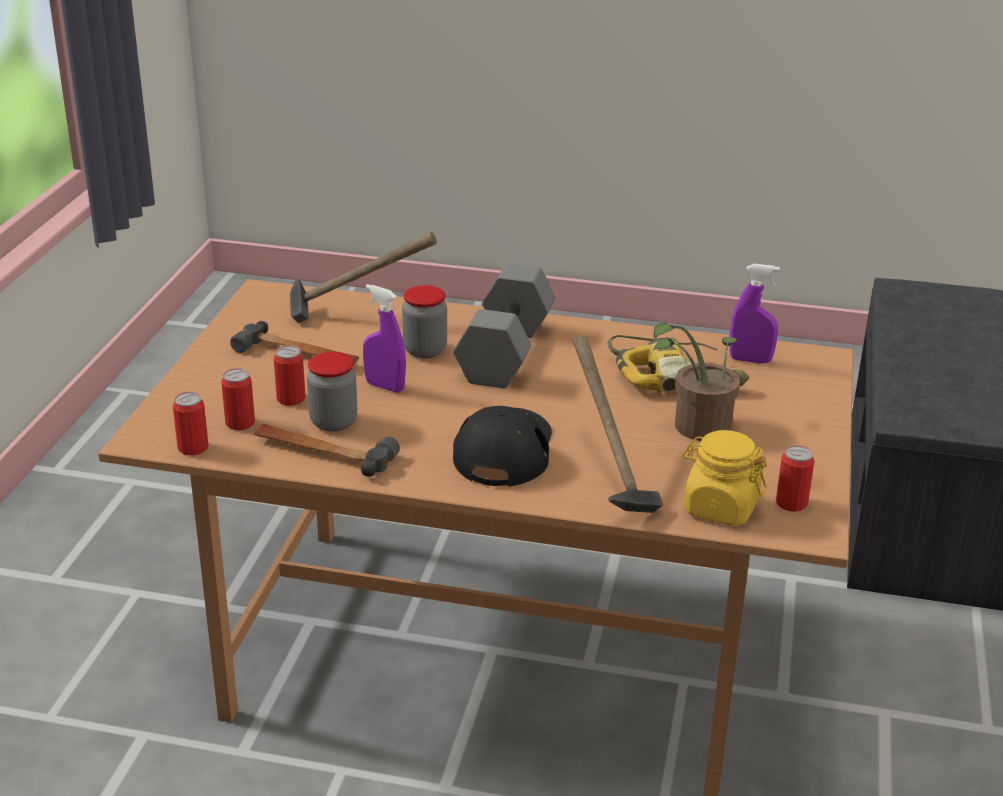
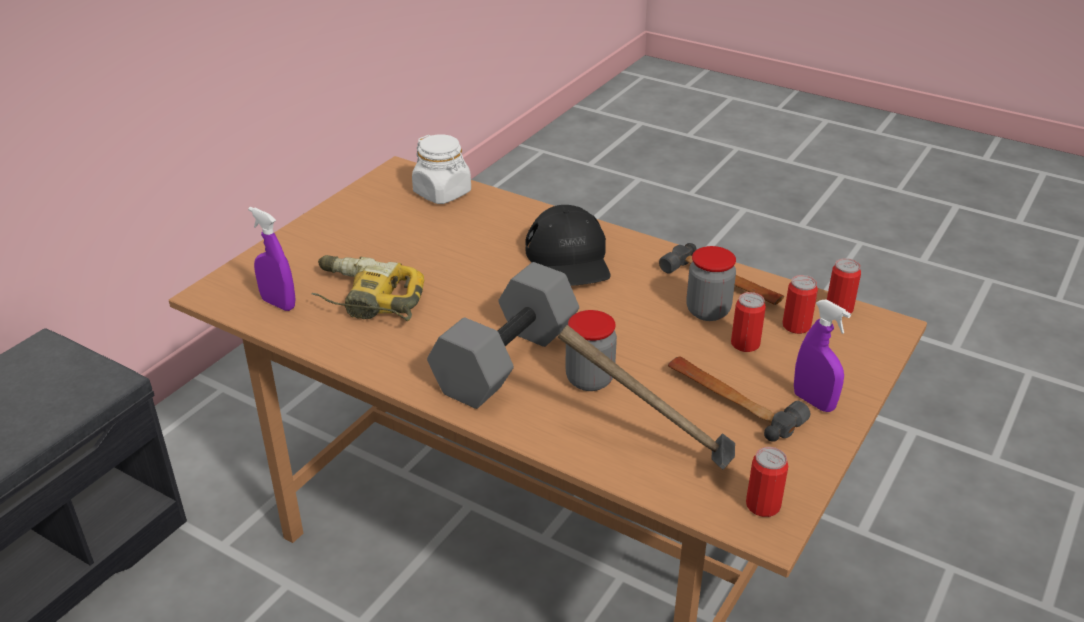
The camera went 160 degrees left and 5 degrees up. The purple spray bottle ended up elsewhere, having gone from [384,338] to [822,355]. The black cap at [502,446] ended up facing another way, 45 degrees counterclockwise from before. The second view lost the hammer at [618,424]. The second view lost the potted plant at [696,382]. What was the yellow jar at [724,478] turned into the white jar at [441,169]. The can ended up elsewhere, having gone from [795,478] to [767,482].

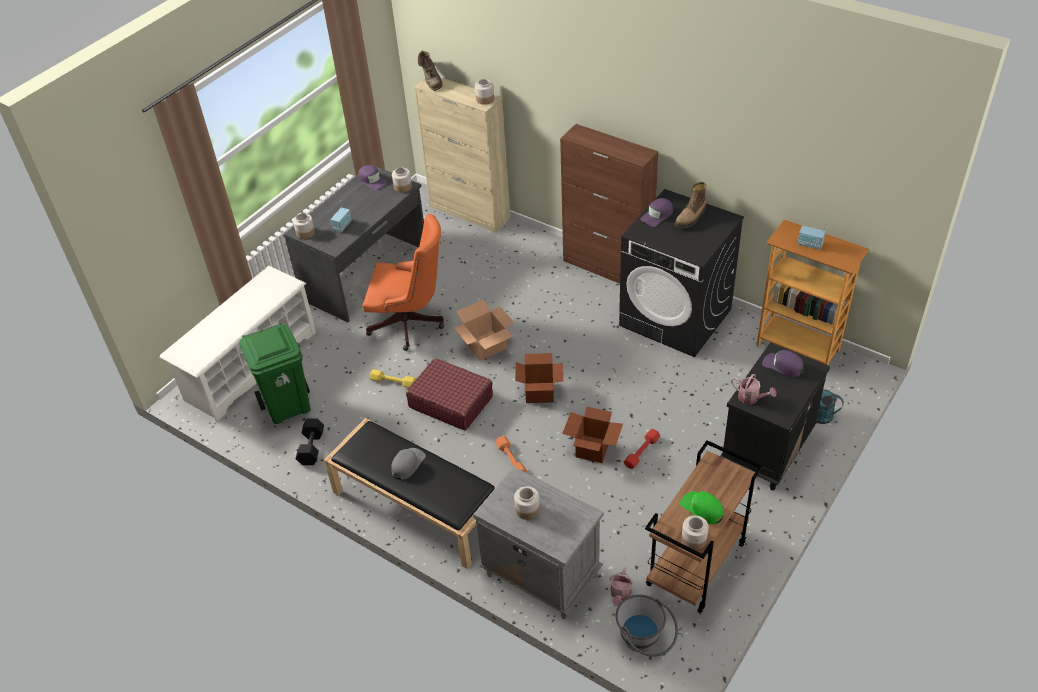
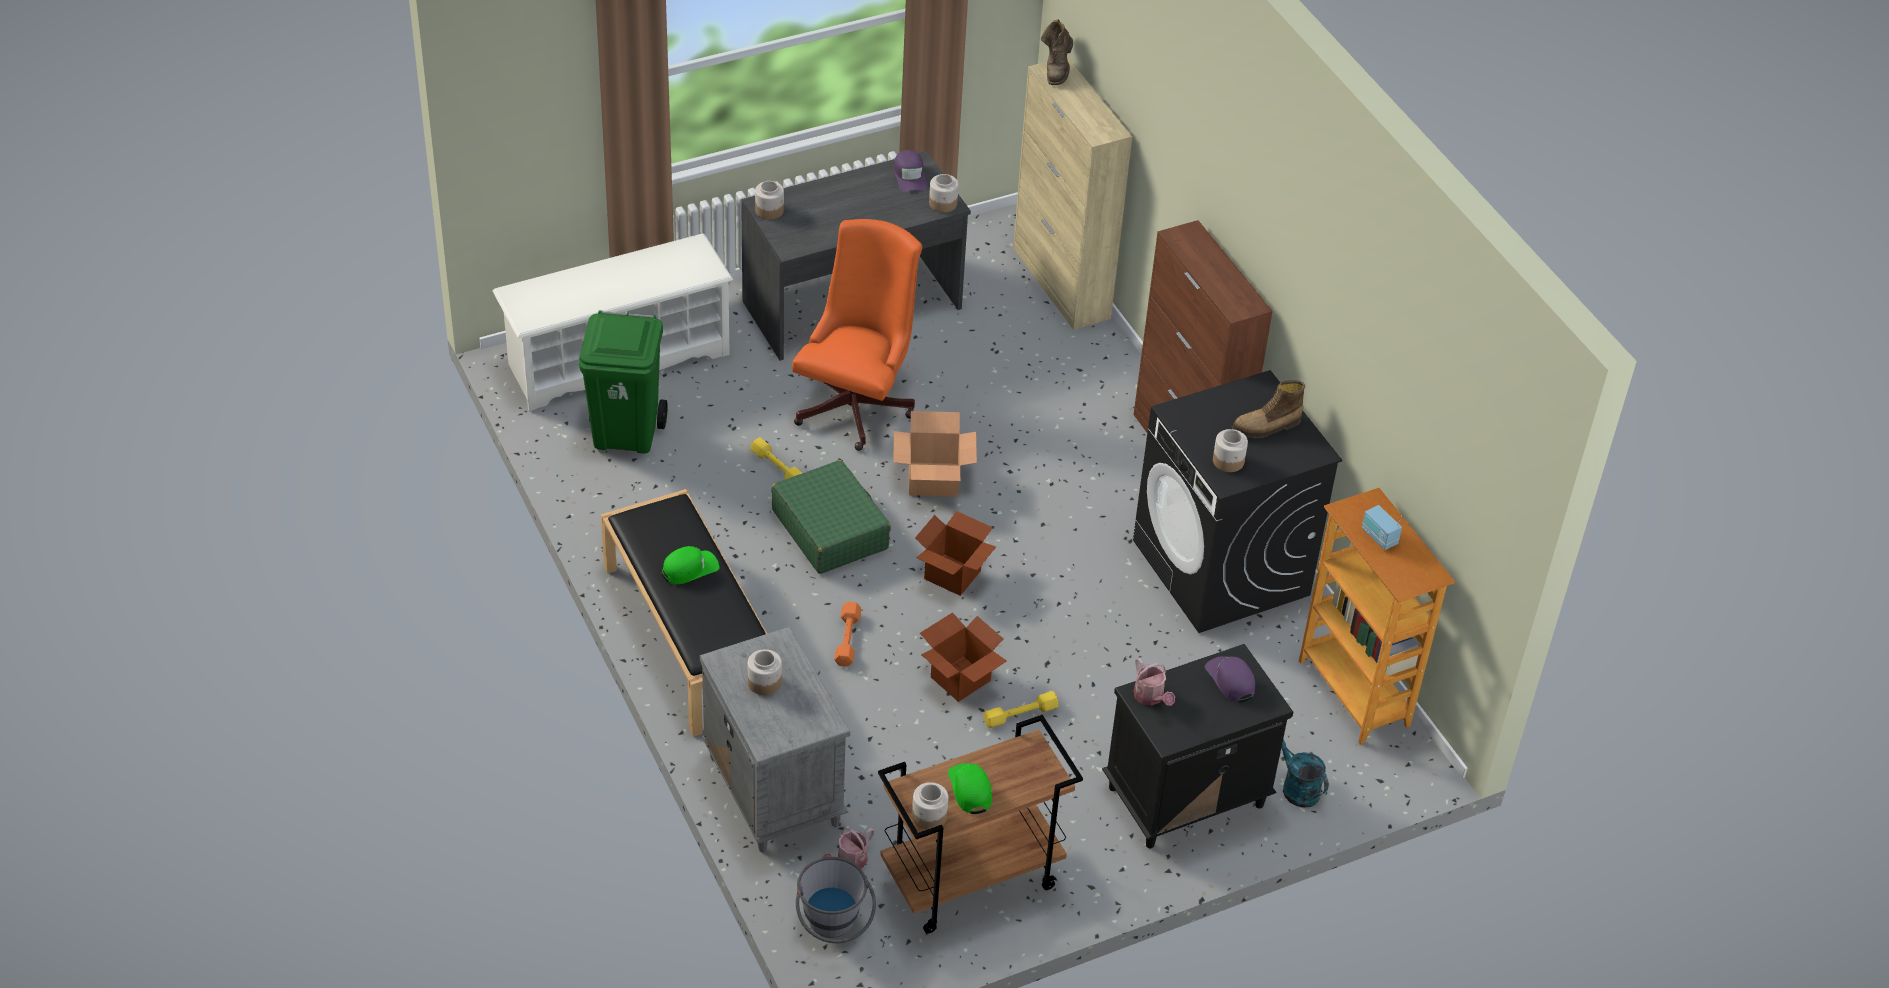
The camera went 25 degrees right and 0 degrees up. The second view lost the black dumbbell at [309,442]. The second view lost the radio at [341,216]. The orange office chair at [403,282] ended up facing another way, 105 degrees counterclockwise from before. What was the grey cap at [408,464] turned into the green cap at [691,565]. What was the red suitcase at [449,394] turned into the green suitcase at [831,517]. The jar ended up elsewhere, having gone from [484,92] to [1230,450]. What was the red dumbbell at [642,449] turned into the yellow dumbbell at [1021,709]. The second view lost the purple cap at [656,212].

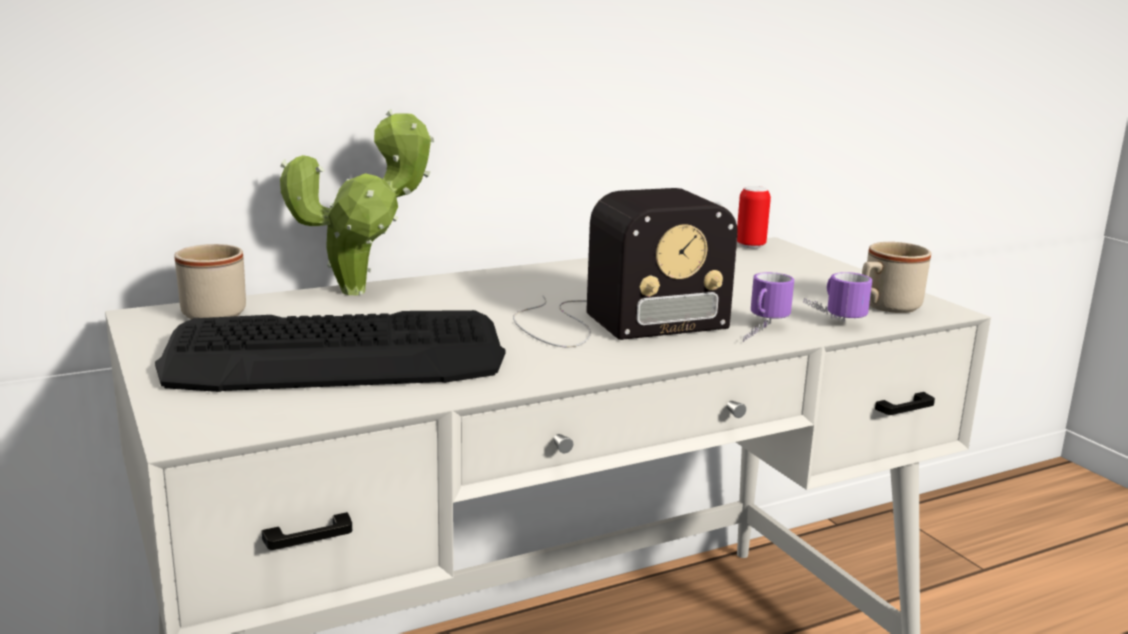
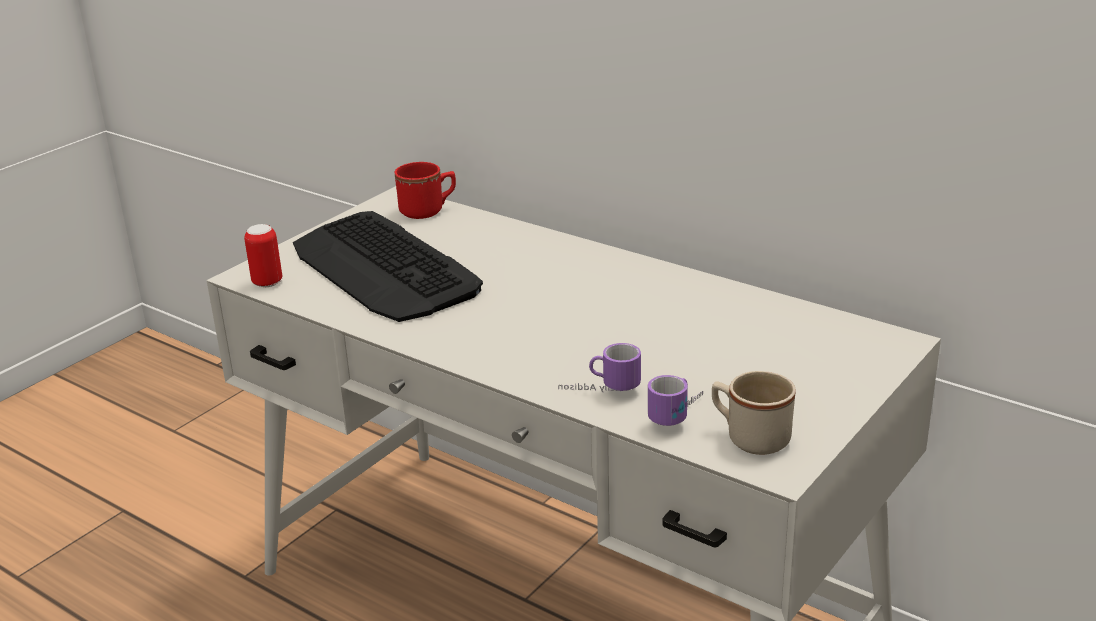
The camera went 65 degrees right and 10 degrees up. What was the beige mug at [210,281] turned into the red mug at [425,190]. The second view lost the potted plant at [357,202]. The second view lost the radio at [625,267]. The can ended up elsewhere, having gone from [754,217] to [263,255].

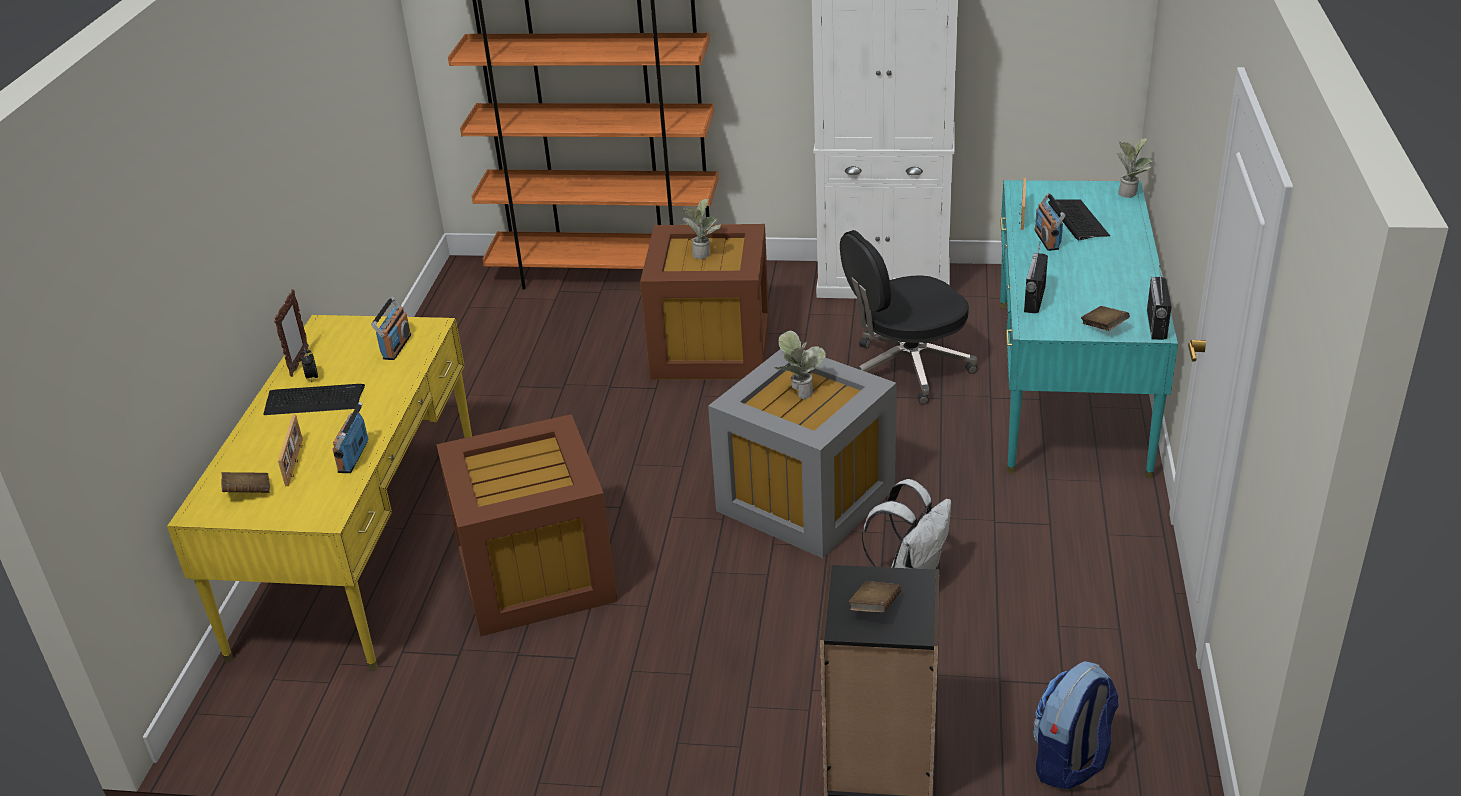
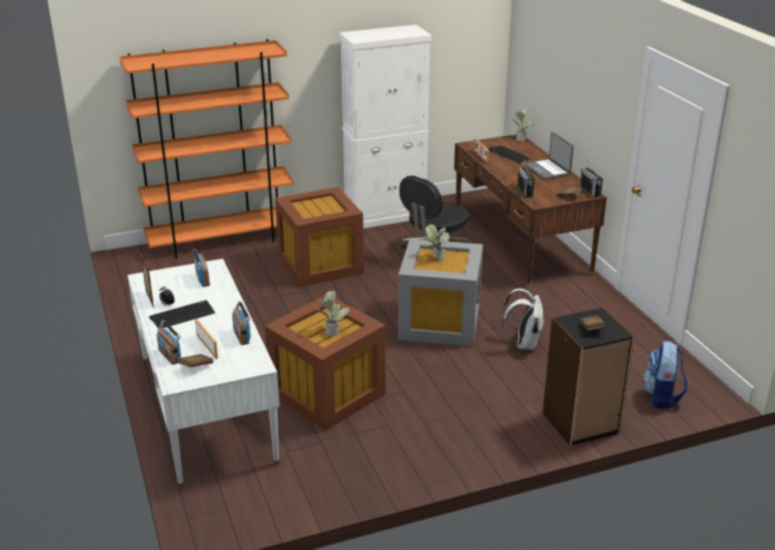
The camera went 30 degrees left and 5 degrees down. What was the yellow desk at [319,493] turned into the white desk at [204,374]. The potted plant ended up elsewhere, having gone from [701,229] to [332,313]. What was the turquoise desk at [1089,329] turned into the brown desk at [530,211]. The radio ended up elsewhere, having gone from [1050,222] to [169,342]. The second view gained the laptop at [549,156].

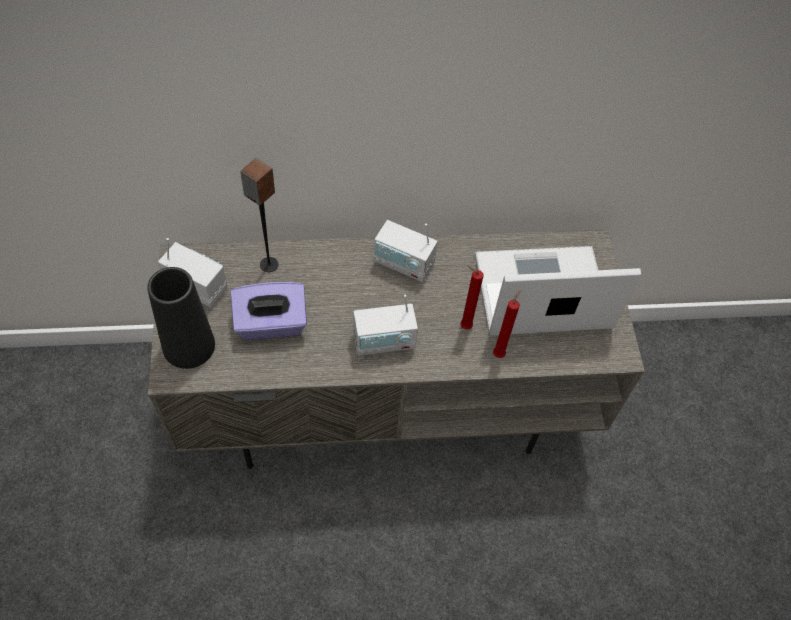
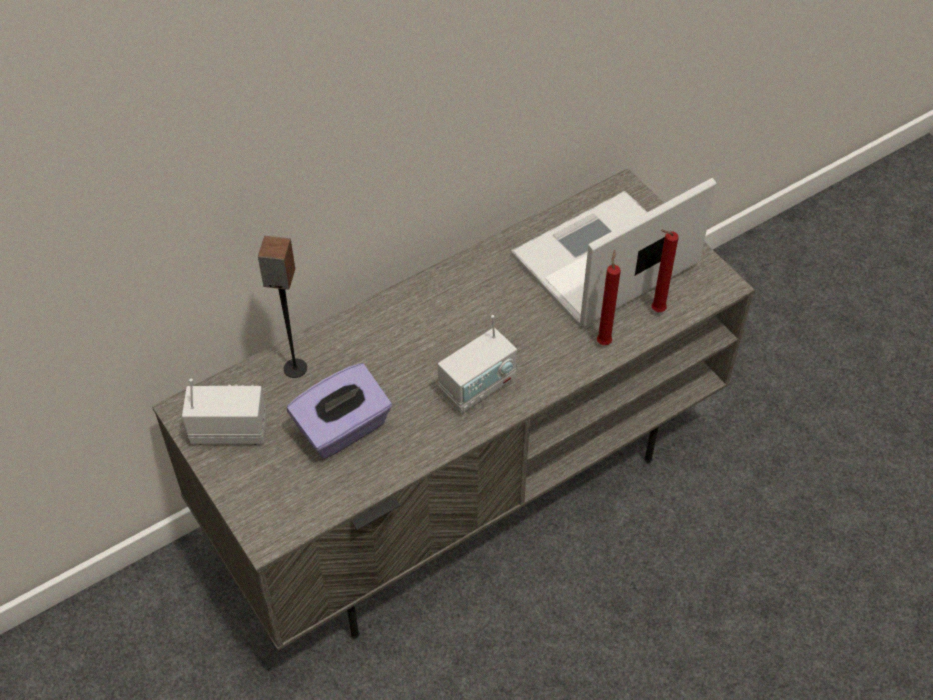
The camera went 25 degrees left and 5 degrees down. The second view lost the black vase at [181,318]. The second view lost the radio at [406,251]. The red candle ended up elsewhere, having gone from [471,298] to [664,271].

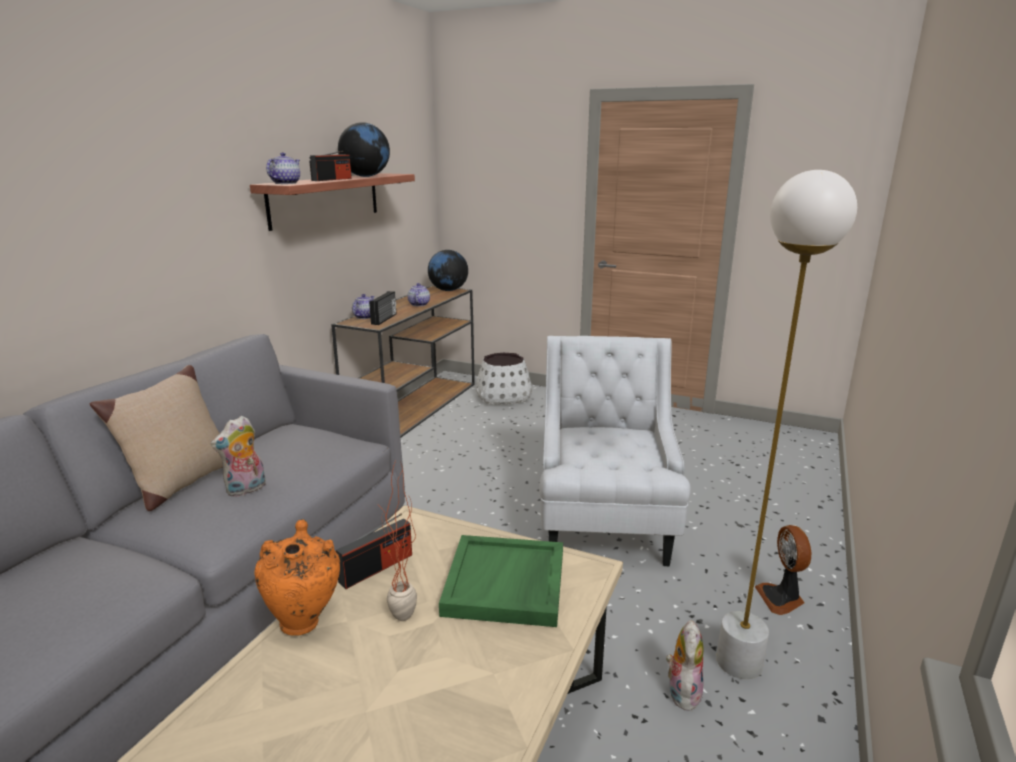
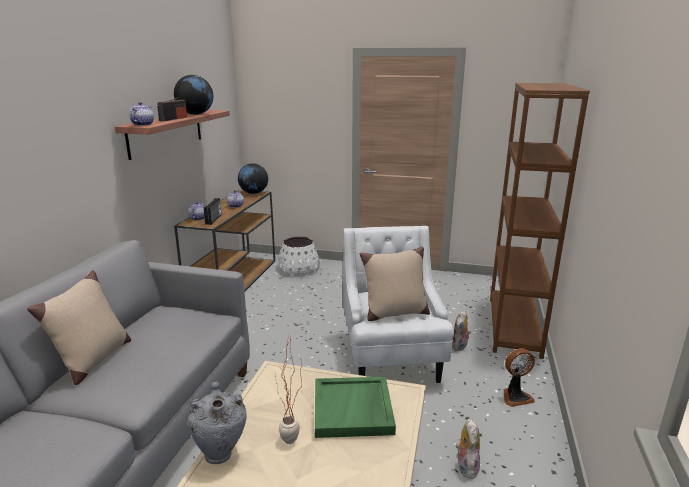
The camera went 10 degrees left and 0 degrees up. The plush toy ended up elsewhere, having gone from [238,456] to [461,330]. What was the orange vase at [297,577] turned into the grey vase at [217,422]. The second view lost the radio at [374,551]. The second view lost the white floor lamp at [786,424]. The fan at [783,570] ended up facing another way, 90 degrees counterclockwise from before. The second view gained the beige pillow at [395,283]. The second view gained the brown bookcase at [540,221].

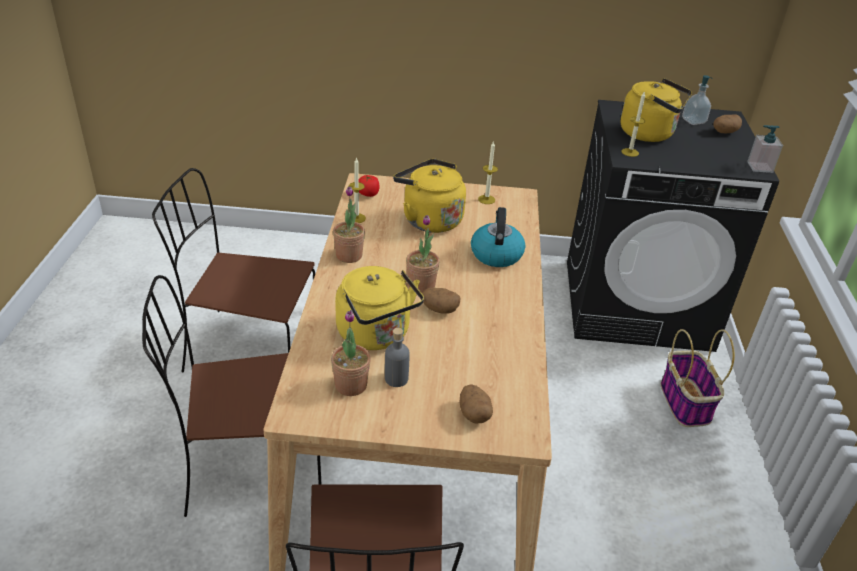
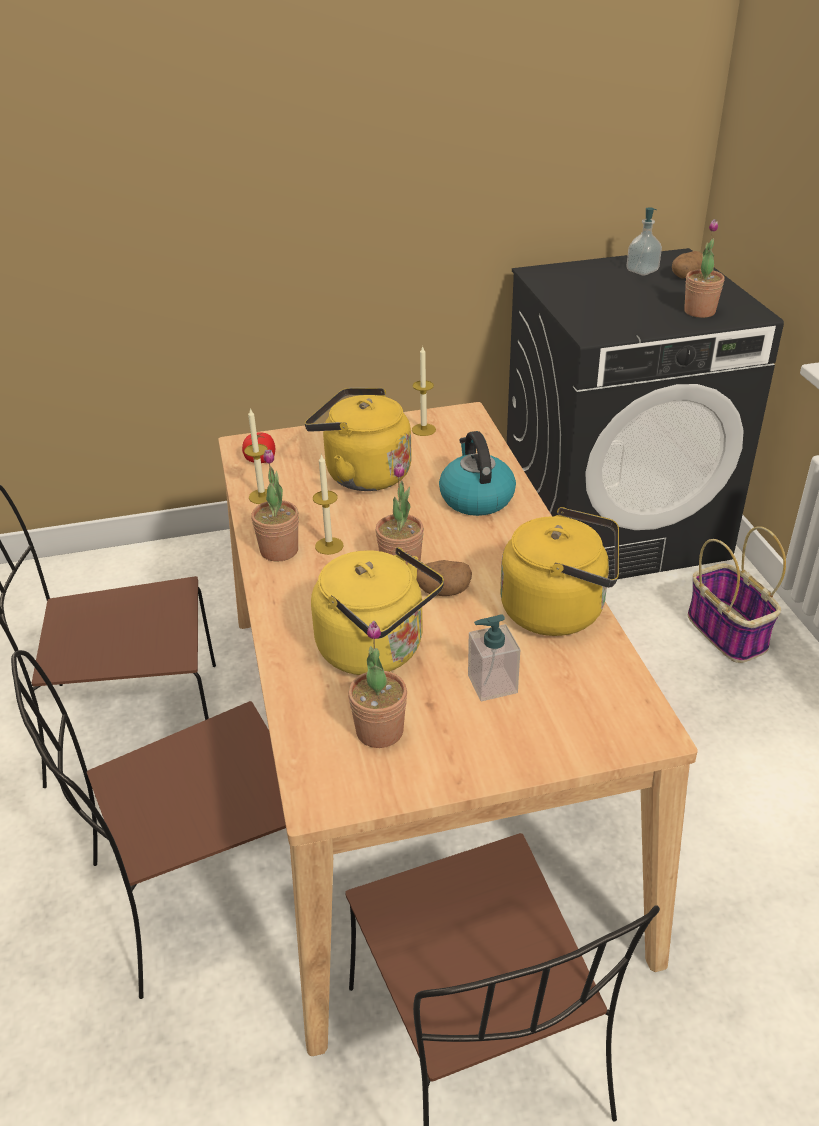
The camera went 15 degrees left and 0 degrees up. The second view lost the grey bottle at [397,357]. The second view lost the potato at [476,404]. The yellow kettle ended up elsewhere, having gone from [656,110] to [559,571]. The candle ended up elsewhere, having gone from [633,124] to [328,504]. The soap dispenser ended up elsewhere, having gone from [765,149] to [494,658]. The second view gained the potted plant at [704,268].

